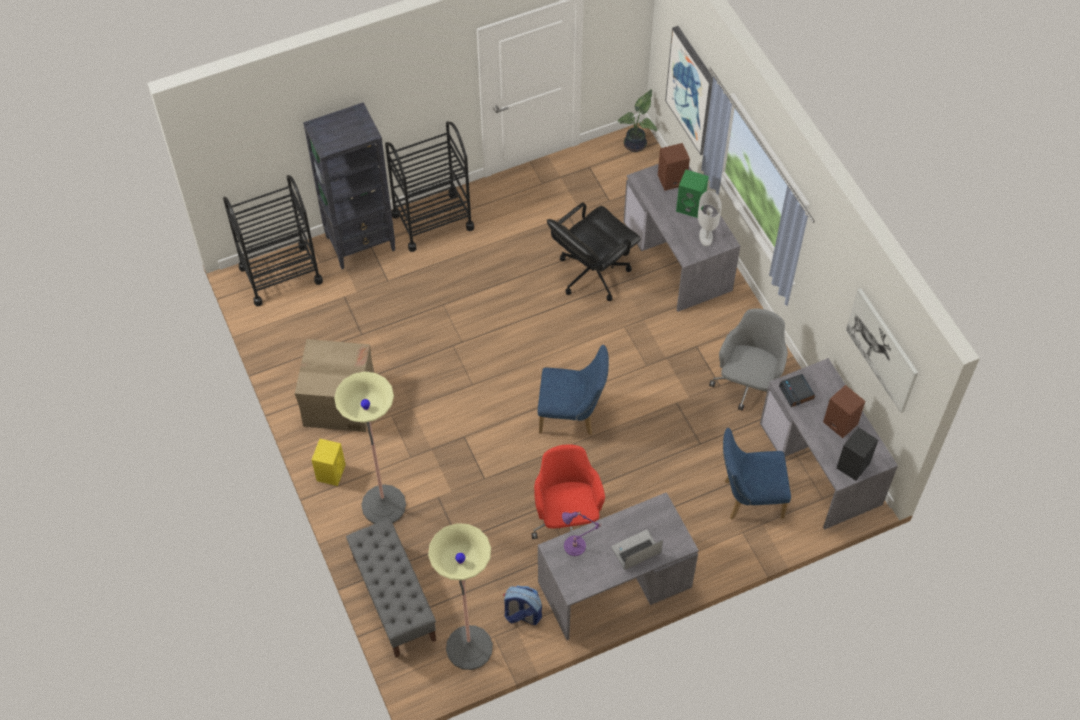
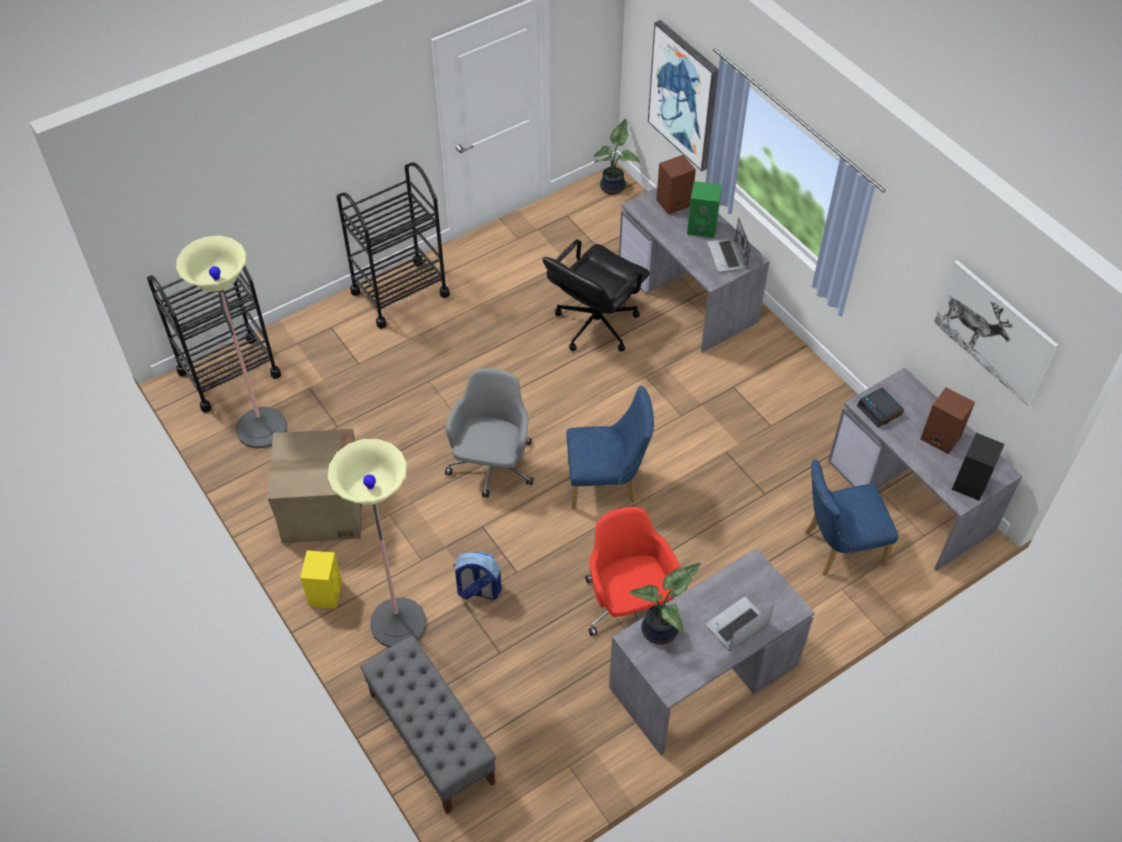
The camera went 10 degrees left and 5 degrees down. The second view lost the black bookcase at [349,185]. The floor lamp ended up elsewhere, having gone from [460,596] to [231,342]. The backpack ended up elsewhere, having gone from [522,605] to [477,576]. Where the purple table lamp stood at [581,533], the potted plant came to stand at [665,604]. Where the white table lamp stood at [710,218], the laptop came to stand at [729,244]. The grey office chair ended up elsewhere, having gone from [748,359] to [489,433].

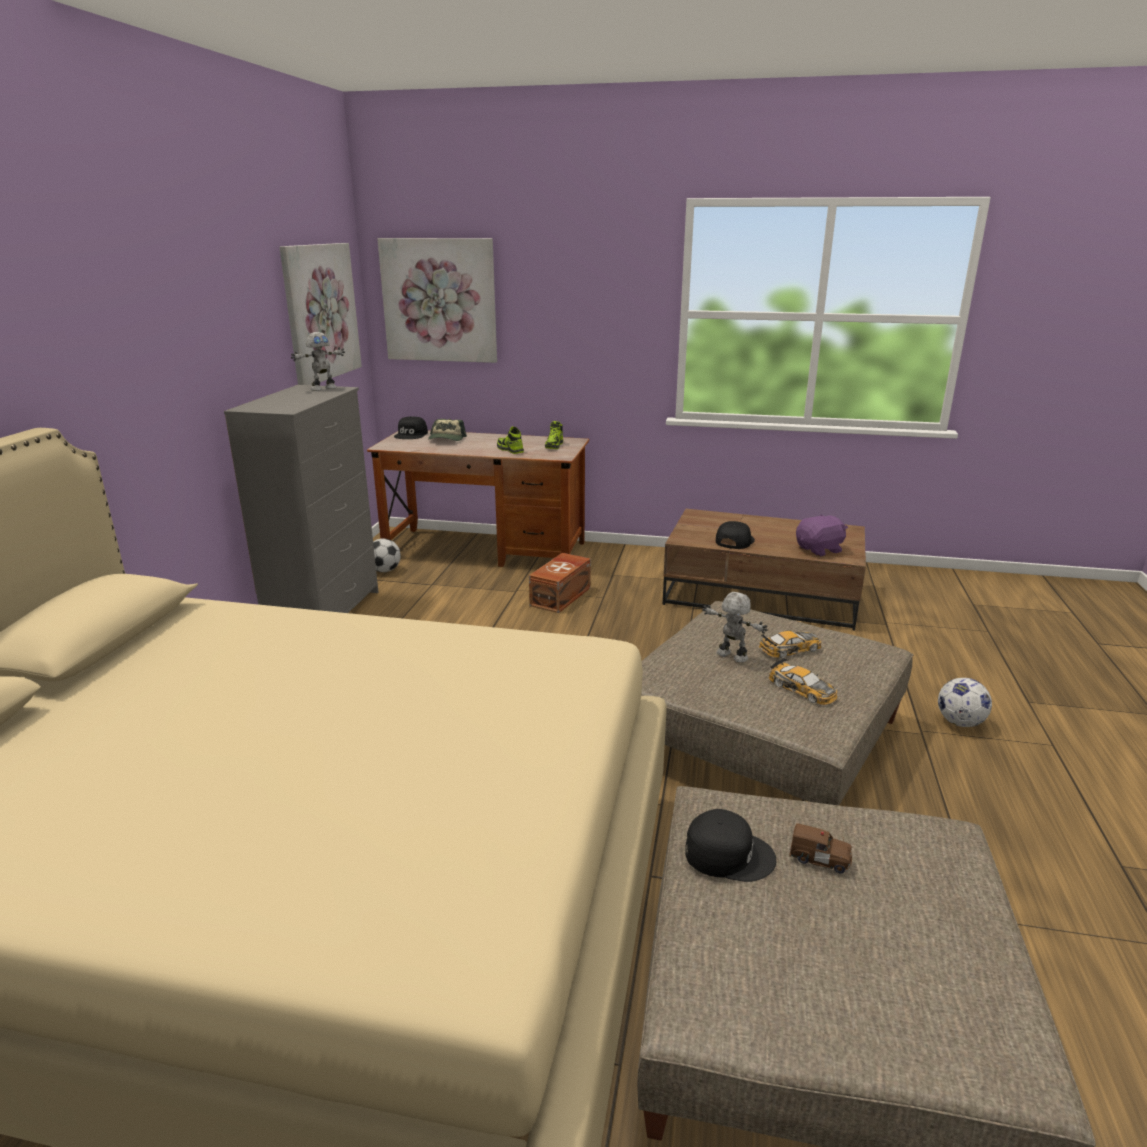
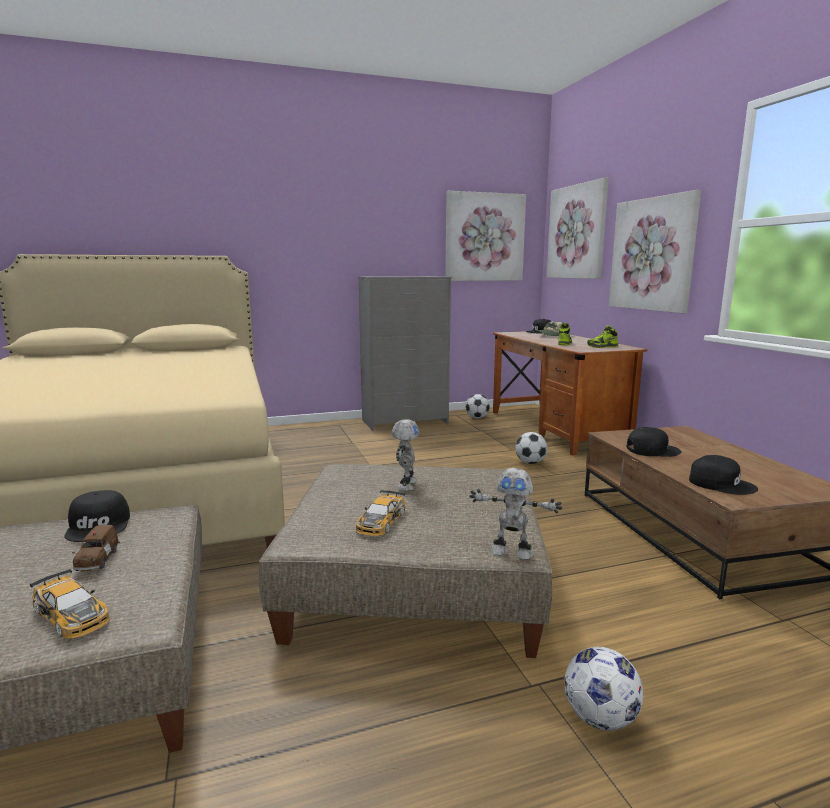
The camera went 60 degrees right and 10 degrees down. The toy robot ended up elsewhere, having gone from [318,361] to [515,514]. Where the brown storage box stood at [560,583], the football came to stand at [531,448]. The toy car ended up elsewhere, having gone from [790,644] to [70,604]. Where the purple plush toy stood at [822,536], the black cap came to stand at [723,475]. The second view gained the picture at [655,251].

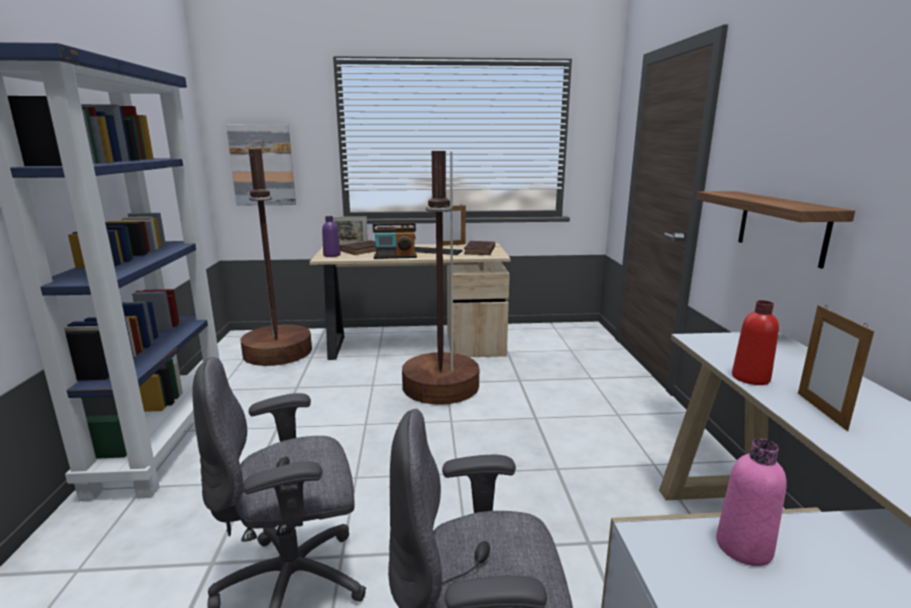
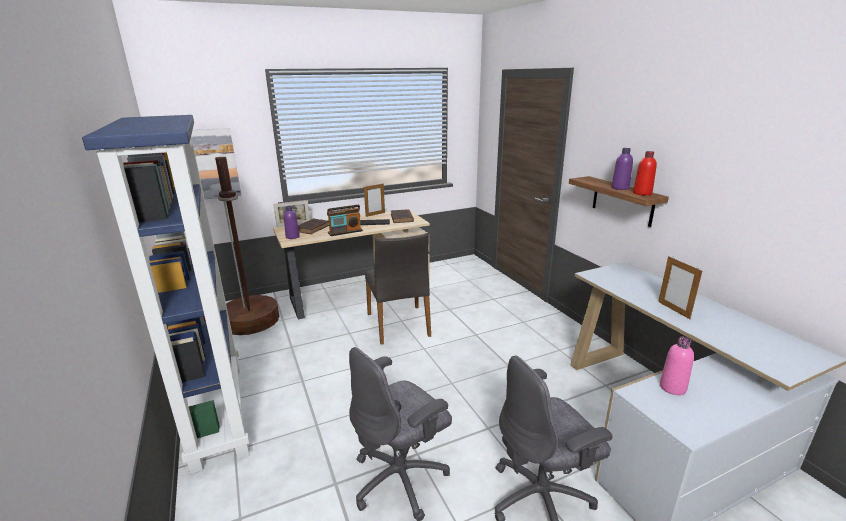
The camera went 20 degrees left and 5 degrees up. Where the brown floor lamp stood at [440,278], the grey chair came to stand at [398,289]. The red bottle ended up elsewhere, having gone from [755,342] to [645,173]. The second view gained the purple bottle at [622,169].

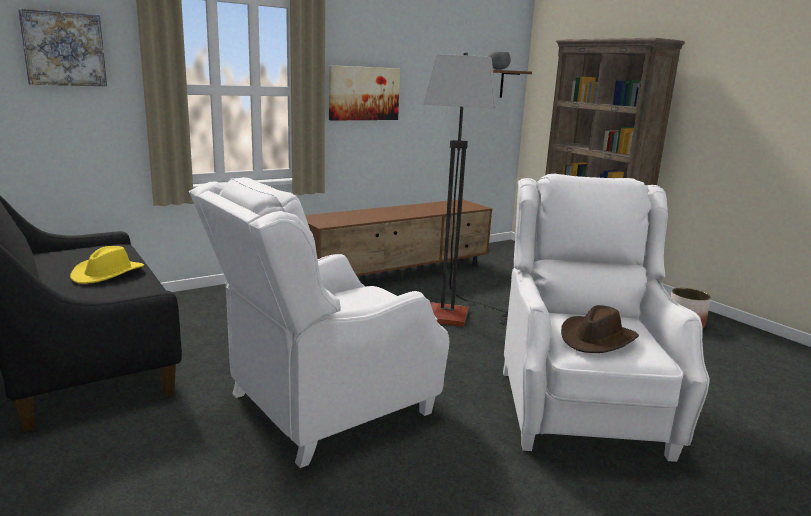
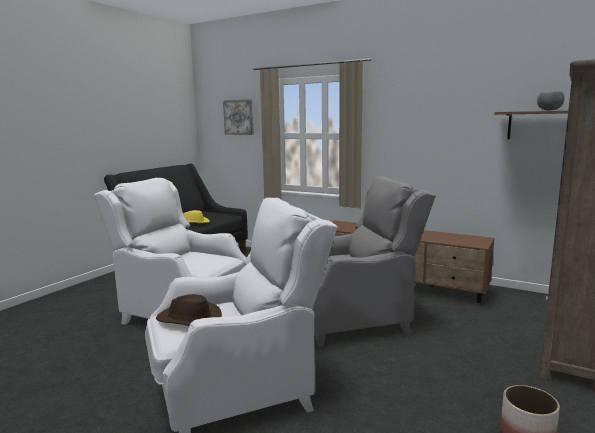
The camera went 65 degrees right and 5 degrees down. The second view lost the picture at [364,93]. Where the floor lamp stood at [465,189], the grey armchair came to stand at [374,261].

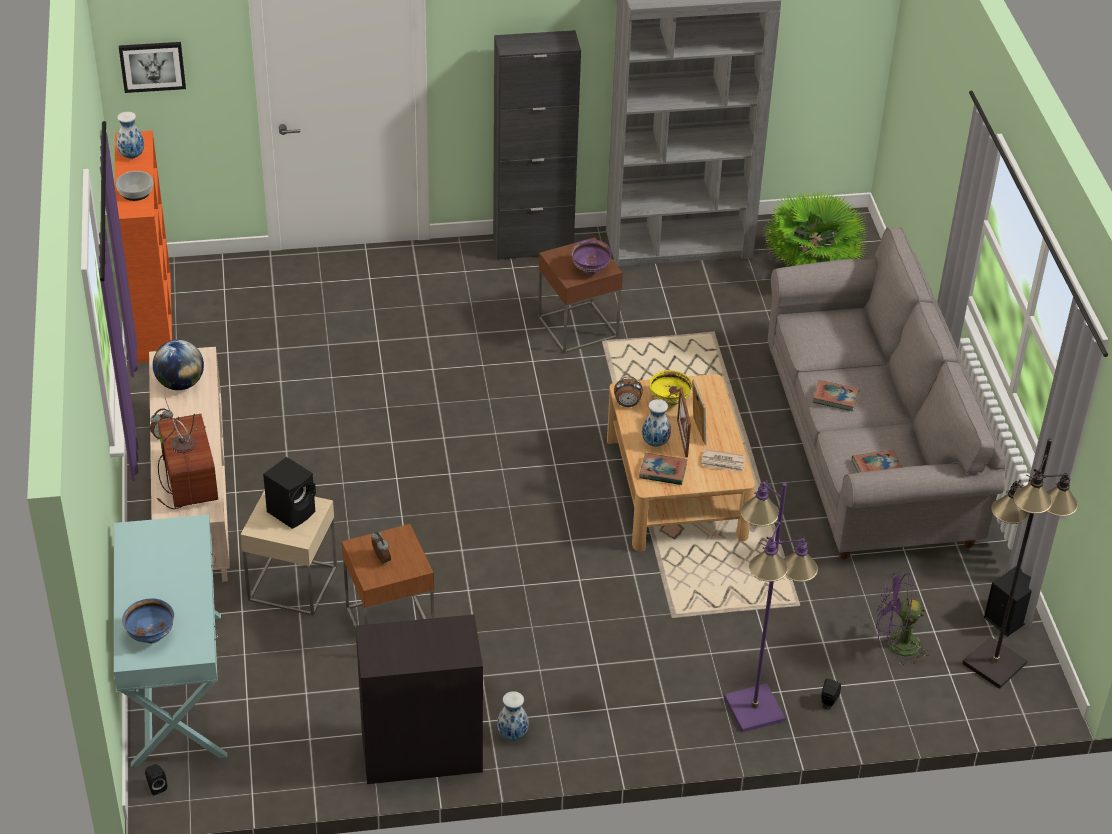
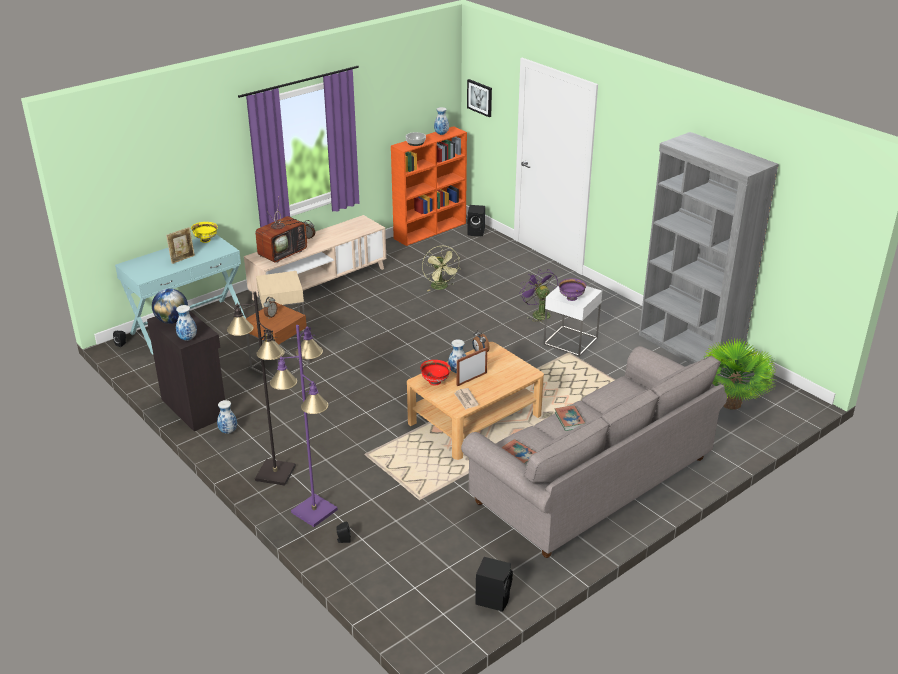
The camera went 60 degrees right and 10 degrees down. The second view lost the blue bowl at [148,620]. The globe ended up elsewhere, having gone from [178,365] to [170,306]. The black speaker ended up elsewhere, having gone from [289,493] to [476,220]. The second view lost the black cabinet at [537,145]. What was the brown side table at [580,295] turned into the white side table at [572,321]. Where the book stood at [663,469], the red bowl came to stand at [435,372]. The yellow bowl ended up elsewhere, having gone from [670,389] to [204,232]. The picture frame ended up elsewhere, having gone from [699,412] to [180,245]. The purple fan ended up elsewhere, having gone from [903,618] to [538,296]. The black floor lamp ended up elsewhere, having gone from [1020,563] to [261,388]. The second view gained the vase at [186,323]. The second view gained the green fan at [441,268].

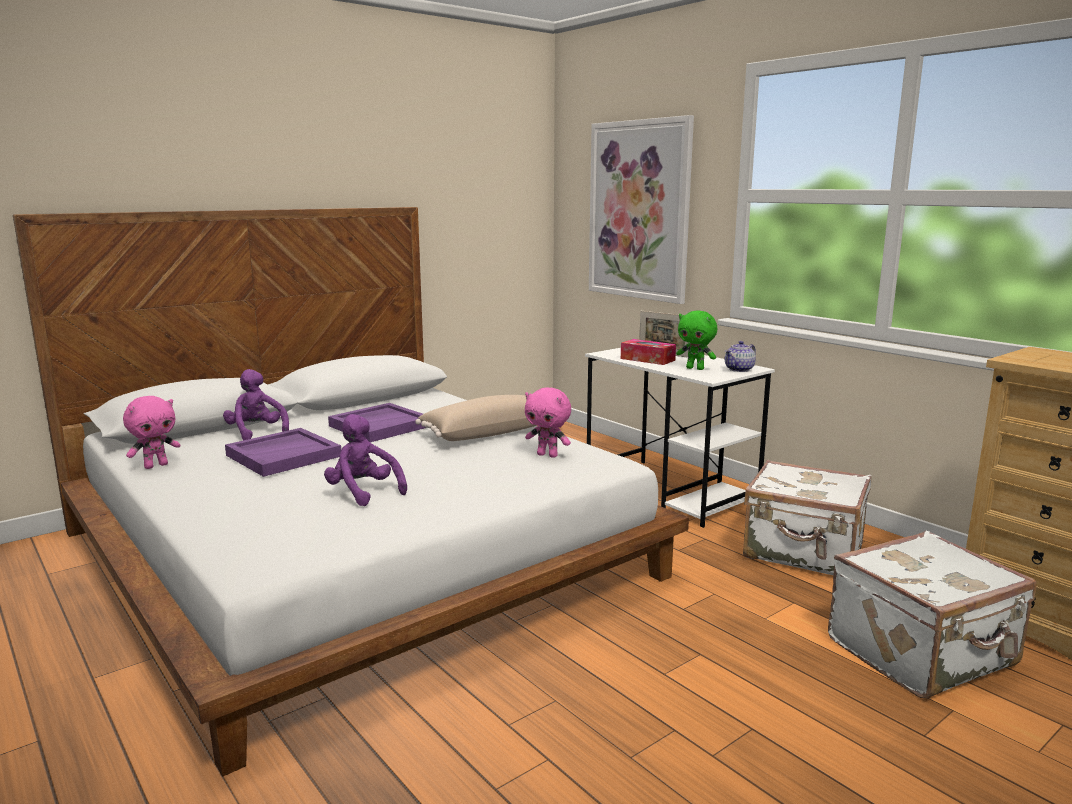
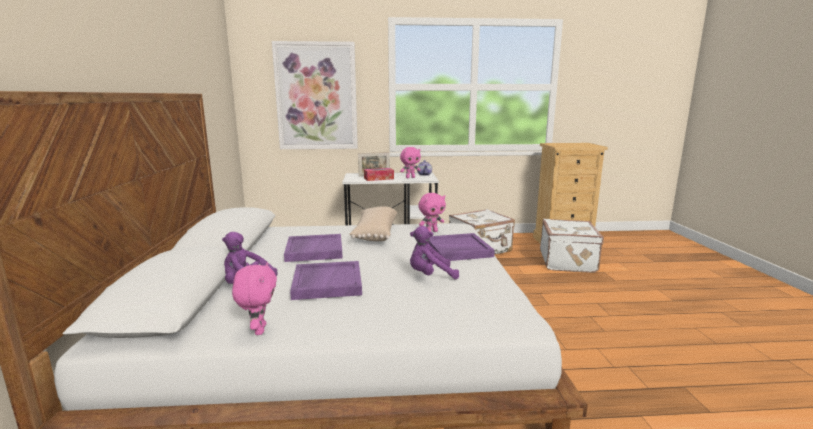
The camera went 55 degrees left and 0 degrees up. What was the green plush toy at [696,340] turned into the pink plush toy at [410,162]. The second view gained the purple tray at [461,247].

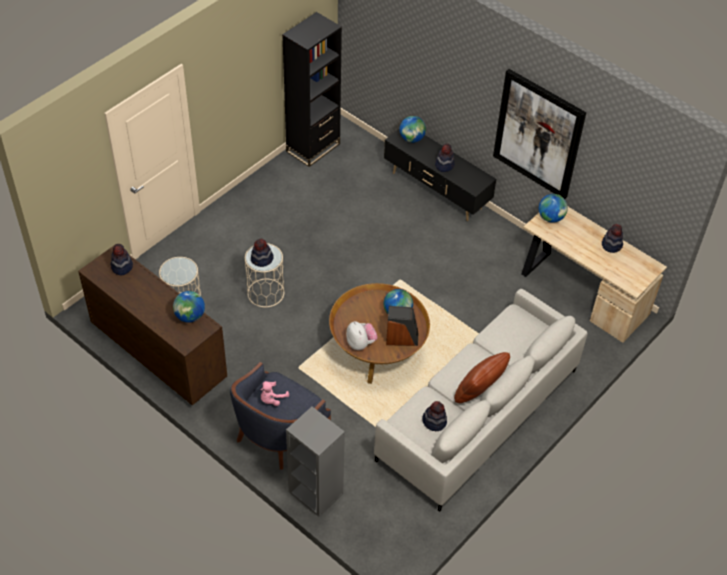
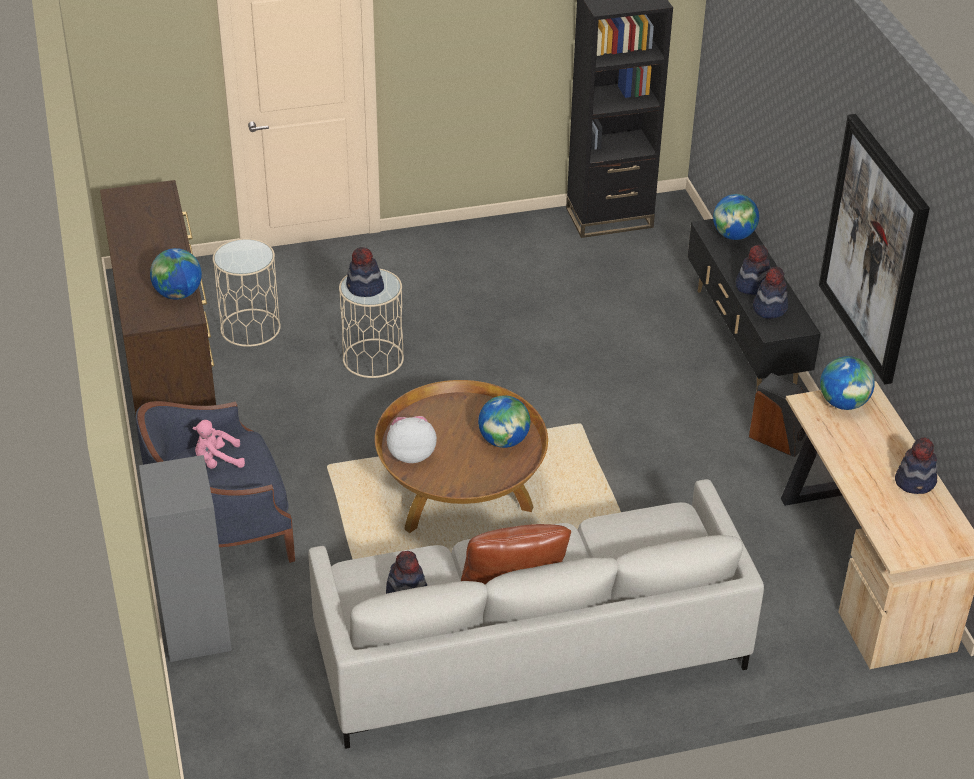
The camera went 35 degrees right and 10 degrees down. The hat ended up elsewhere, having gone from [122,260] to [770,293]. The plush toy at [362,335] ended up facing another way, 105 degrees counterclockwise from before. The speaker ended up elsewhere, having gone from [402,326] to [778,415].

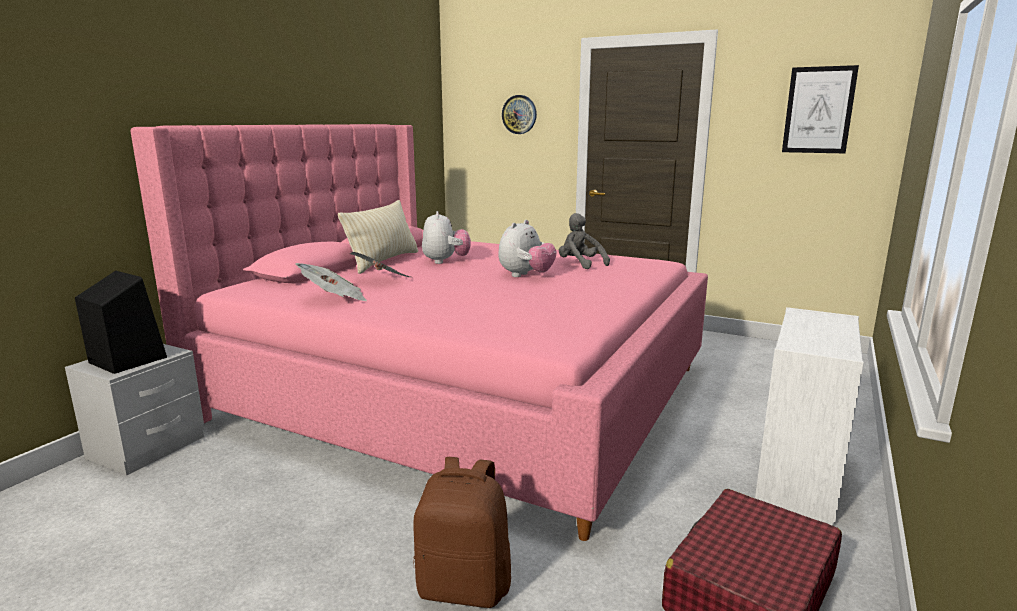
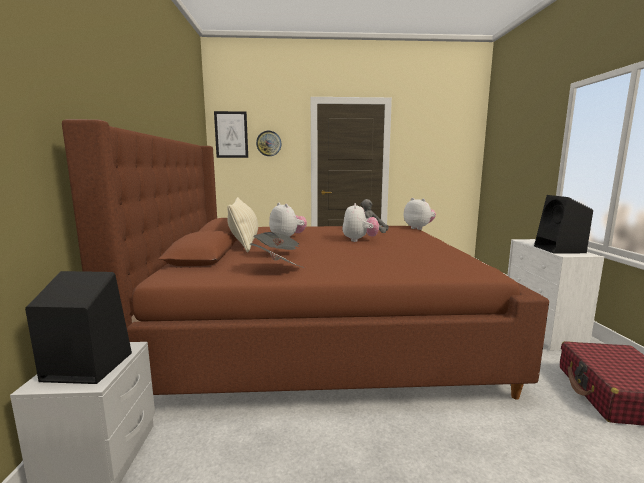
The camera went 30 degrees left and 5 degrees down. What was the pink bed at [419,332] turned into the brown bed at [305,259]. The second view lost the brown backpack at [462,532]. The picture ended up elsewhere, having gone from [820,109] to [231,134]. The second view gained the plush toy at [420,214]. The second view gained the black speaker at [563,224].

